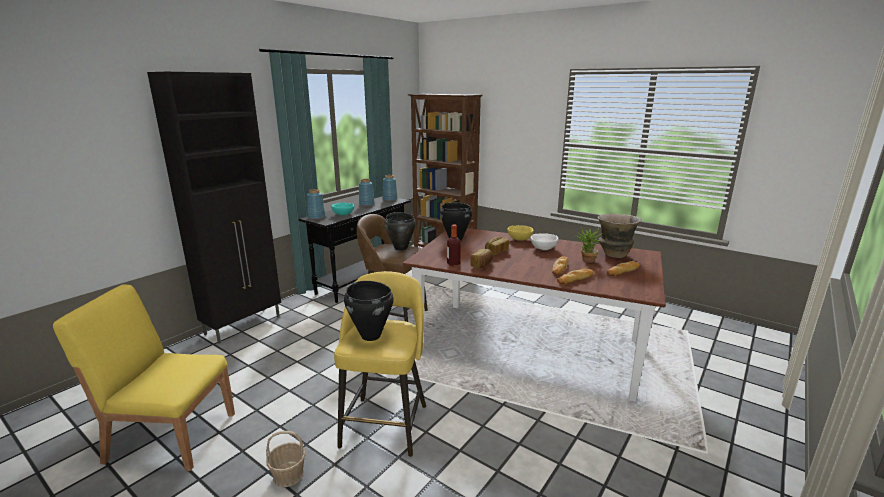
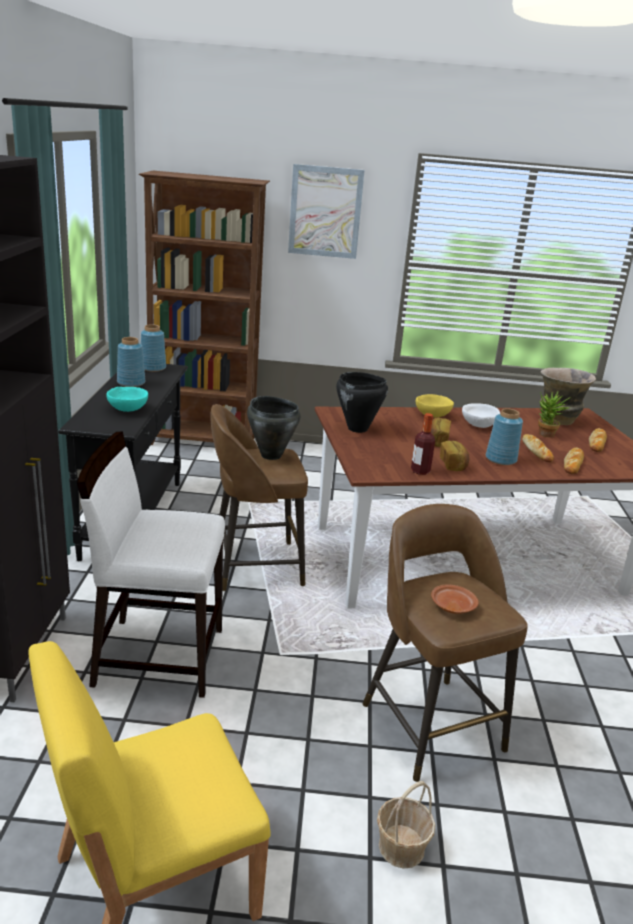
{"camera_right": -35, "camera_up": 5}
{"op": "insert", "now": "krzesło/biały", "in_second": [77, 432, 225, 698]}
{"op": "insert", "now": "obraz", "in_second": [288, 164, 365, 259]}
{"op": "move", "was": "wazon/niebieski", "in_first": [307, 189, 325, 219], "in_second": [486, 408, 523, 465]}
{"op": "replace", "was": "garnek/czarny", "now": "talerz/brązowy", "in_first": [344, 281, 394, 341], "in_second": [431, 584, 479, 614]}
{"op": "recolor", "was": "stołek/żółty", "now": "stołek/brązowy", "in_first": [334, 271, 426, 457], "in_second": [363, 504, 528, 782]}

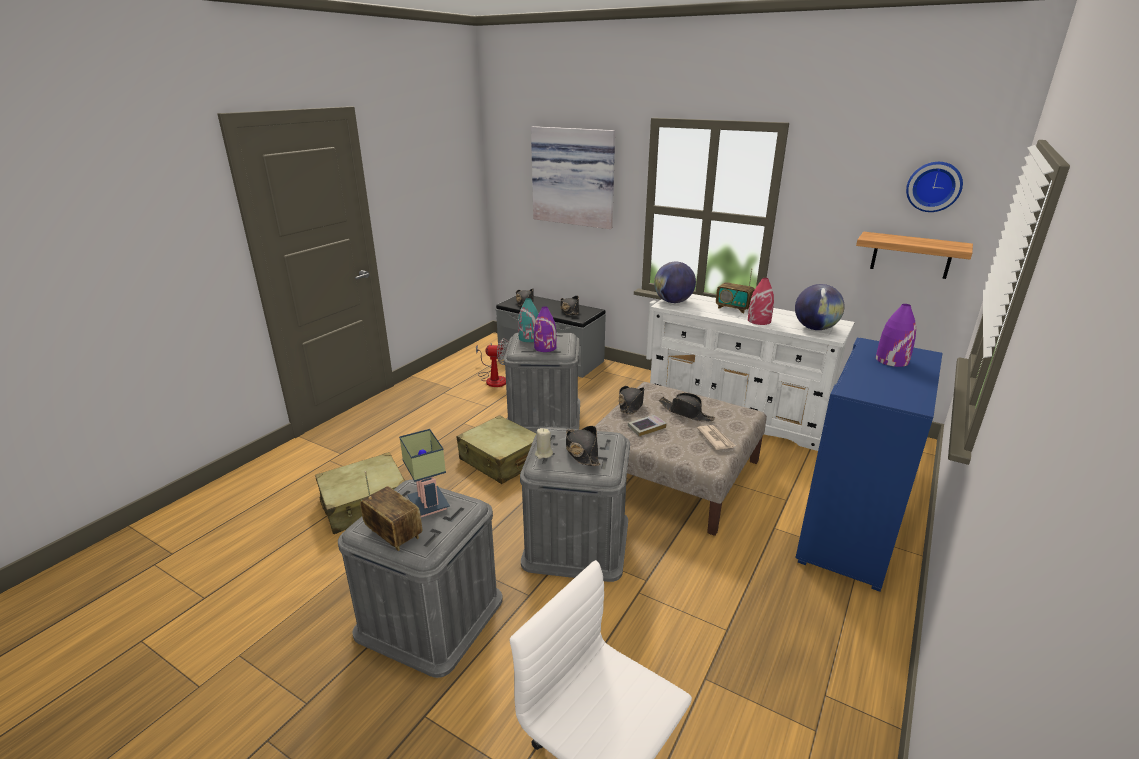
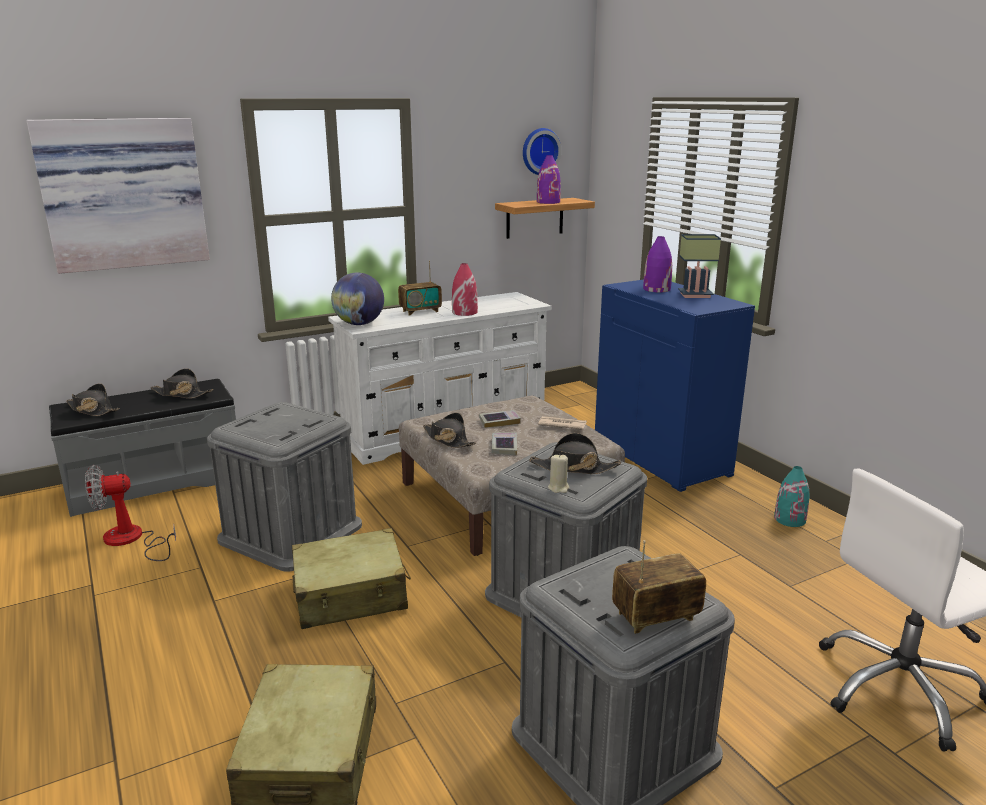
{"camera_right": -60, "camera_up": -5}
{"op": "delete", "was": "globus", "in_first": [795, 284, 845, 330]}
{"op": "move", "was": "lampa stołowa", "in_first": [399, 429, 450, 517], "in_second": [678, 234, 721, 298]}
{"op": "move", "was": "wazon/turkusowy", "in_first": [518, 298, 538, 342], "in_second": [774, 466, 810, 527]}
{"op": "move", "was": "wazon/fioletowy", "in_first": [534, 306, 557, 352], "in_second": [537, 155, 561, 204]}
{"op": "replace", "was": "kapelusz/czarny", "now": "książka", "in_first": [659, 393, 715, 421], "in_second": [479, 410, 521, 428]}
{"op": "rotate", "was": "wentylator", "in_first": [476, 338, 509, 387], "in_second": [85, 465, 176, 561], "clockwise": -150}

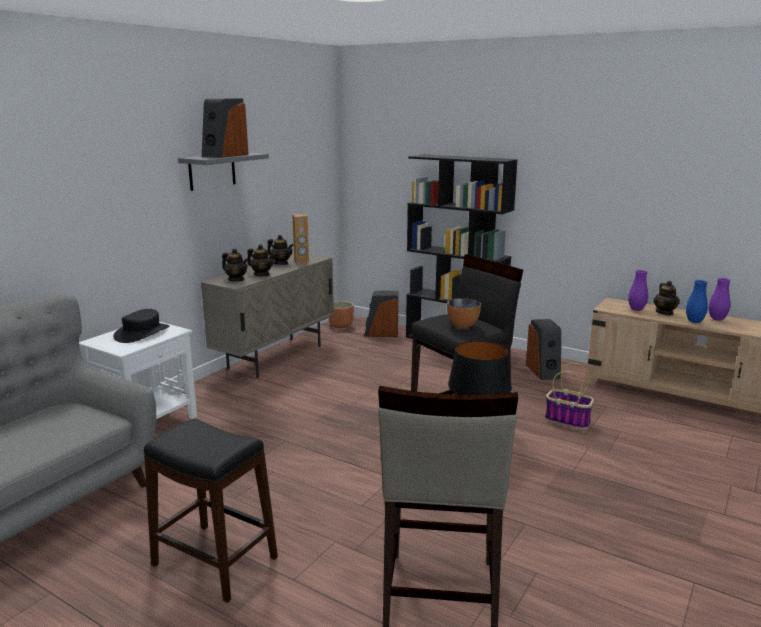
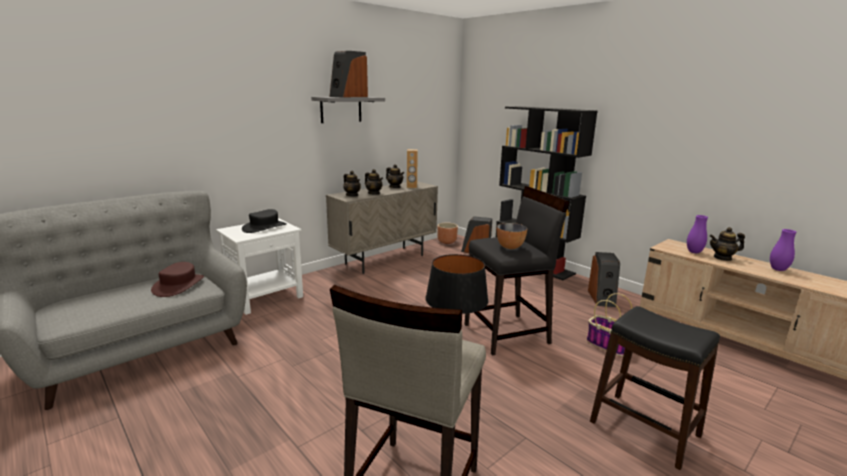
{"camera_right": 15, "camera_up": 0}
{"op": "delete", "was": "wazon/niebieski", "in_first": [686, 280, 708, 323]}
{"op": "insert", "now": "kapelusz/brązowy", "in_second": [151, 262, 204, 297]}
{"op": "move", "was": "stołek/czarny", "in_first": [144, 419, 278, 603], "in_second": [590, 306, 720, 470]}
{"op": "rotate", "was": "imbryk", "in_first": [653, 281, 680, 315], "in_second": [710, 227, 745, 261], "clockwise": 75}

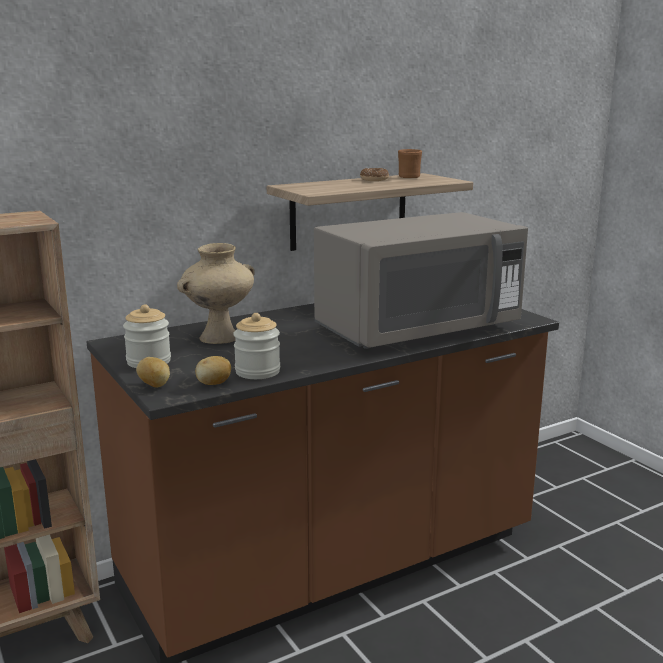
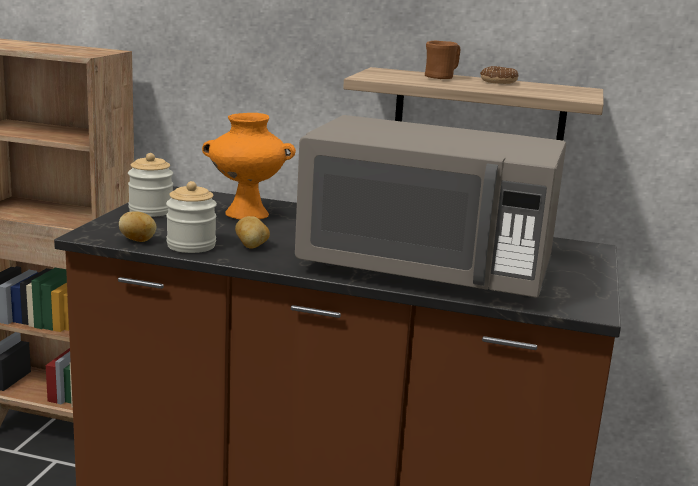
{"camera_right": 45, "camera_up": 0}
{"op": "move", "was": "ziemniak", "in_first": [136, 357, 170, 387], "in_second": [235, 216, 270, 249]}
{"op": "move", "was": "kubek/brązowy", "in_first": [398, 149, 422, 178], "in_second": [425, 41, 460, 79]}
{"op": "recolor", "was": "wazon/beżowy", "now": "wazon/pomarańczowy", "in_first": [177, 243, 255, 344], "in_second": [202, 113, 296, 219]}

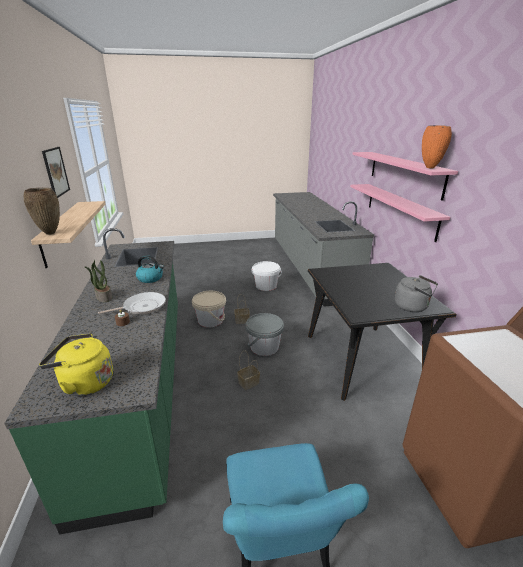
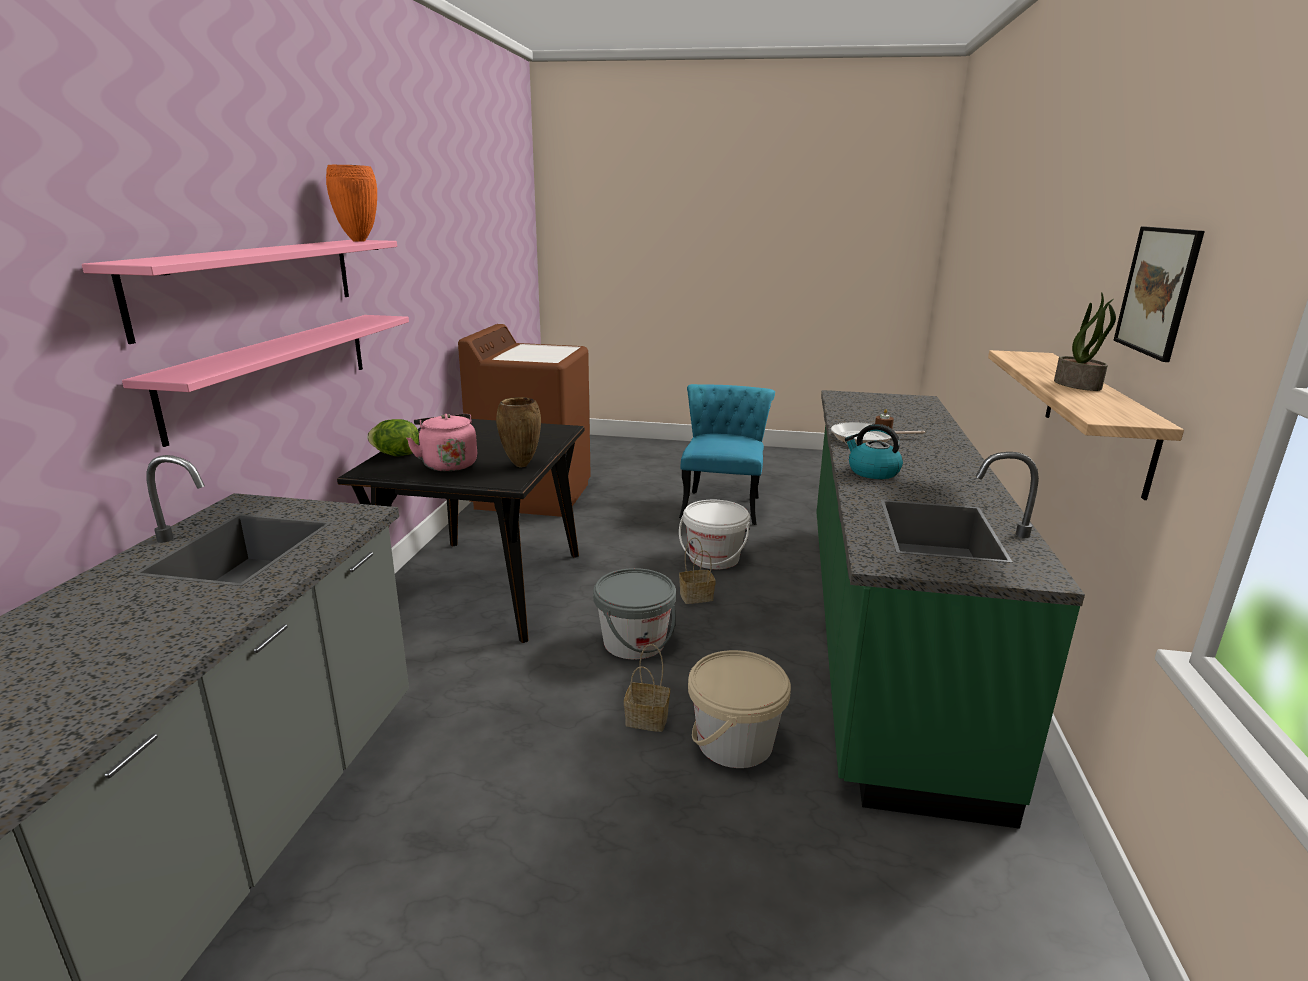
{"camera_right": -160, "camera_up": -5}
{"op": "delete", "was": "czajnik/żółty", "in_first": [39, 333, 113, 396]}
{"op": "delete", "was": "czajnik/szary", "in_first": [395, 275, 438, 312]}
{"op": "insert", "now": "sałata", "in_second": [367, 419, 419, 456]}
{"op": "insert", "now": "czajnik/różowy", "in_second": [407, 414, 477, 471]}
{"op": "move", "was": "wazon/brązowy", "in_first": [24, 188, 60, 235], "in_second": [496, 397, 541, 467]}
{"op": "move", "was": "roślina doniczkowa", "in_first": [84, 260, 112, 302], "in_second": [1054, 292, 1116, 391]}
{"op": "move", "was": "wiadro/biały", "in_first": [252, 261, 282, 291], "in_second": [679, 500, 750, 570]}

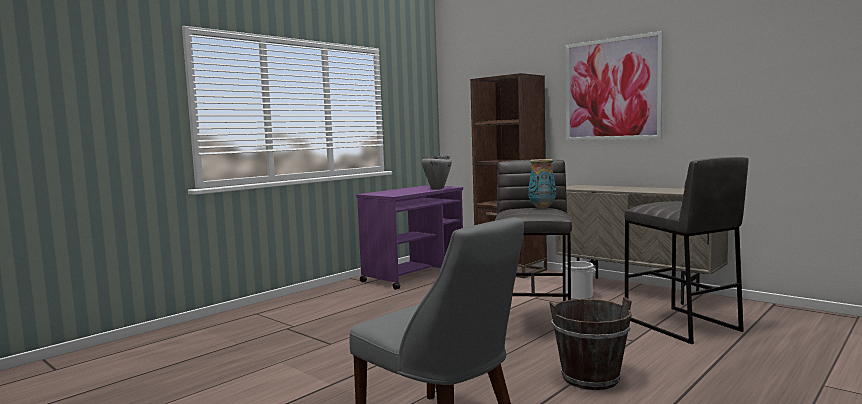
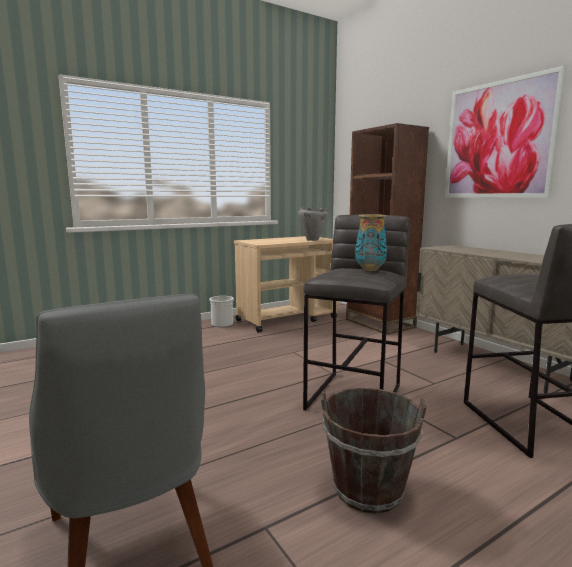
{"camera_right": 15, "camera_up": 5}
{"op": "move", "was": "wiadro", "in_first": [561, 261, 596, 300], "in_second": [209, 296, 234, 327]}
{"op": "recolor", "was": "wózek/fioletowy", "now": "wózek/beżowy", "in_first": [356, 185, 463, 290], "in_second": [234, 236, 337, 332]}

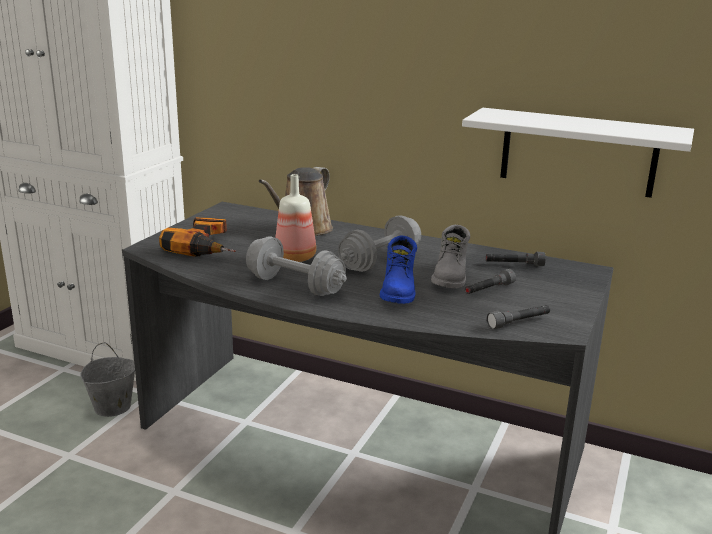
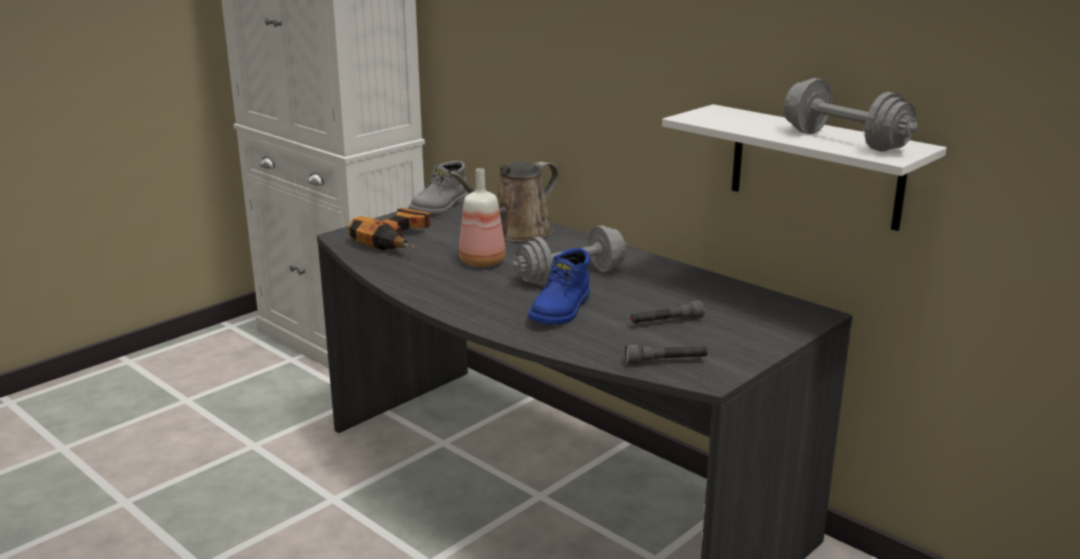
{"camera_right": 20, "camera_up": 0}
{"op": "delete", "was": "wiadro/szary", "in_first": [80, 342, 135, 417]}
{"op": "delete", "was": "latarka/szary", "in_first": [486, 252, 546, 266]}
{"op": "move", "was": "hantel/szary", "in_first": [246, 237, 347, 296], "in_second": [784, 78, 918, 152]}
{"op": "move", "was": "but z cholewką/szary", "in_first": [431, 225, 470, 288], "in_second": [409, 161, 468, 215]}

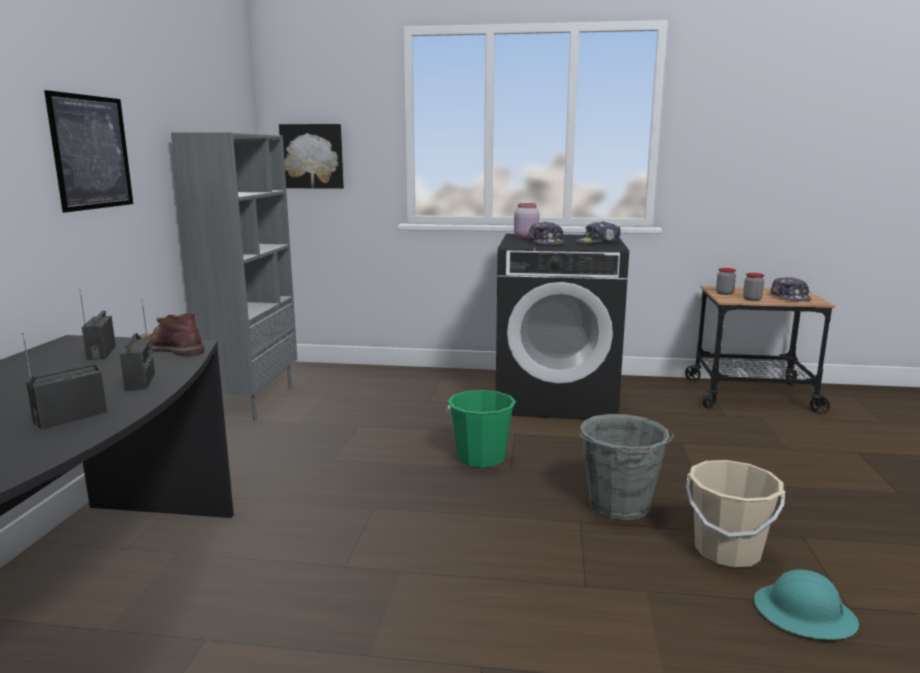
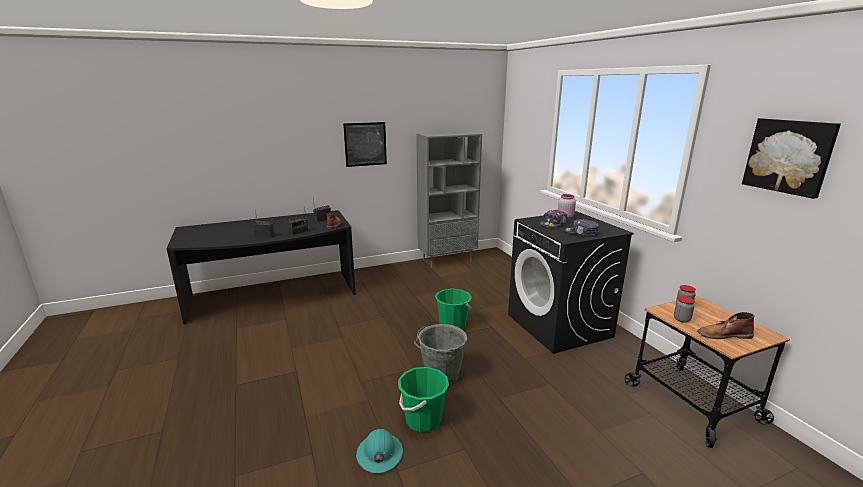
{"camera_right": 60, "camera_up": 5}
{"op": "move", "was": "obraz", "in_first": [279, 124, 344, 189], "in_second": [742, 118, 841, 199]}
{"op": "replace", "was": "czapka z daszkiem", "now": "but z cholewką/brązowy", "in_first": [770, 277, 811, 302], "in_second": [697, 312, 755, 339]}
{"op": "recolor", "was": "wiadro/beżowy", "now": "wiadro/zielony", "in_first": [686, 460, 785, 568], "in_second": [398, 367, 449, 432]}

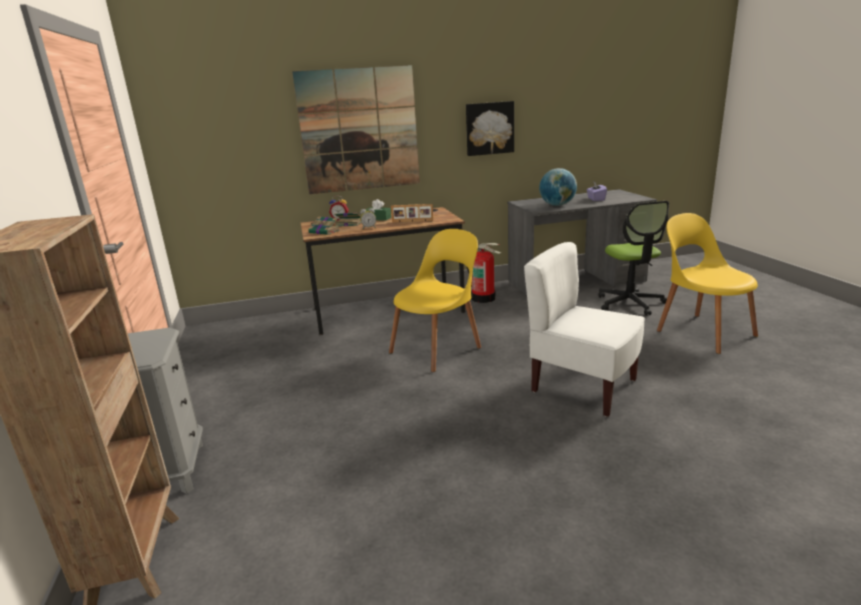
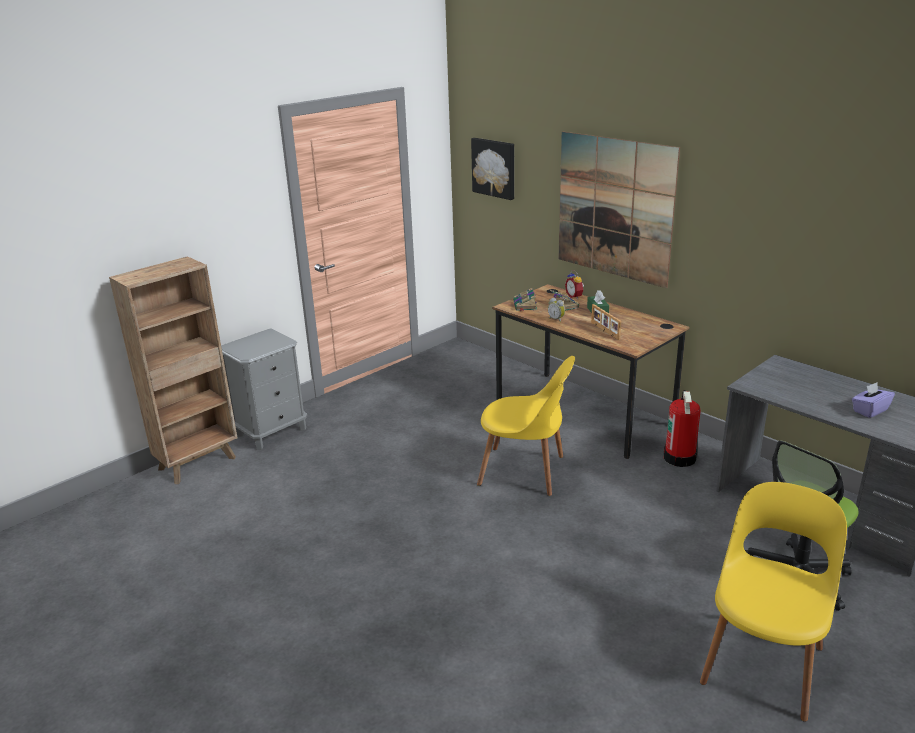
{"camera_right": 60, "camera_up": 5}
{"op": "delete", "was": "krzesło/biały", "in_first": [524, 242, 645, 417]}
{"op": "delete", "was": "globus", "in_first": [539, 168, 577, 206]}
{"op": "move", "was": "obraz", "in_first": [466, 101, 514, 156], "in_second": [471, 138, 514, 200]}

